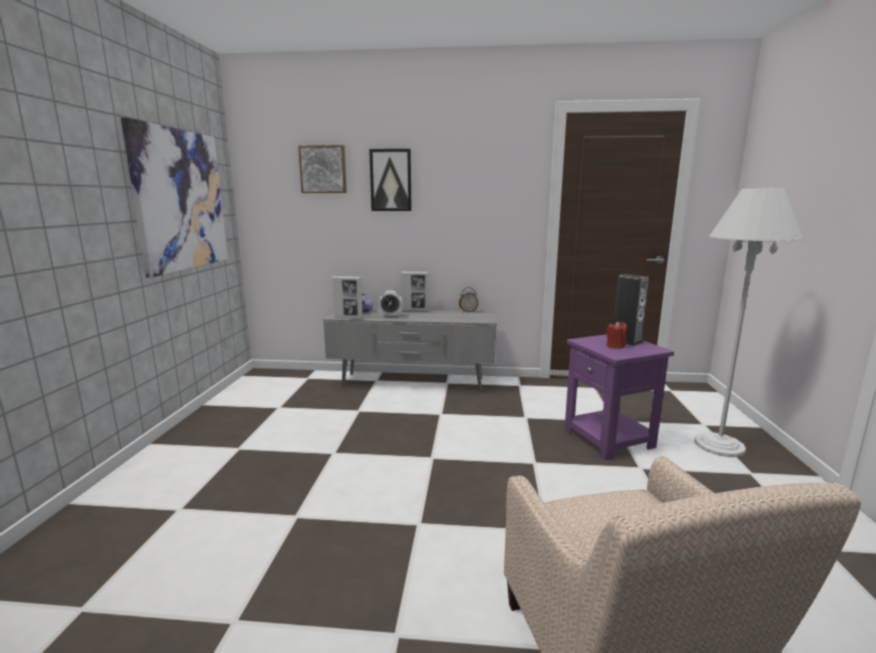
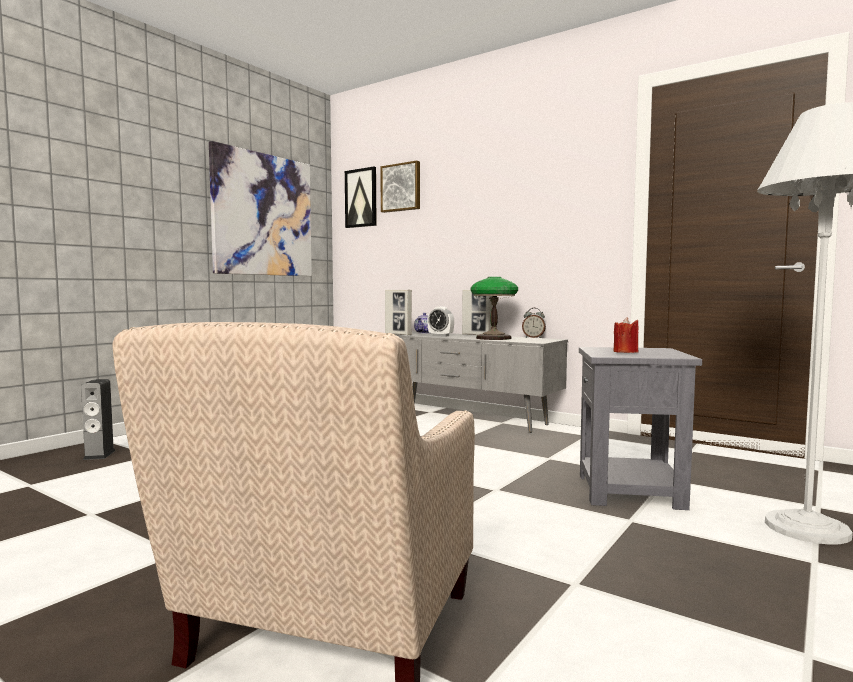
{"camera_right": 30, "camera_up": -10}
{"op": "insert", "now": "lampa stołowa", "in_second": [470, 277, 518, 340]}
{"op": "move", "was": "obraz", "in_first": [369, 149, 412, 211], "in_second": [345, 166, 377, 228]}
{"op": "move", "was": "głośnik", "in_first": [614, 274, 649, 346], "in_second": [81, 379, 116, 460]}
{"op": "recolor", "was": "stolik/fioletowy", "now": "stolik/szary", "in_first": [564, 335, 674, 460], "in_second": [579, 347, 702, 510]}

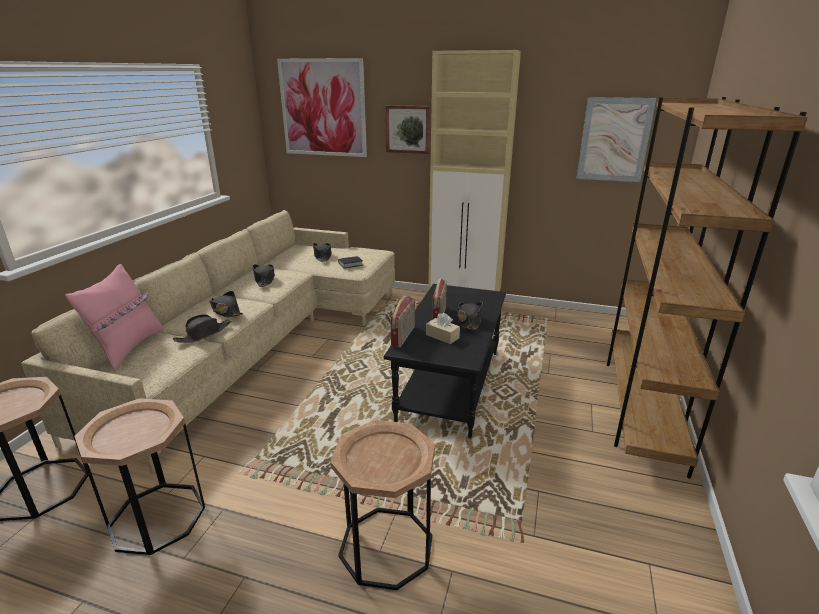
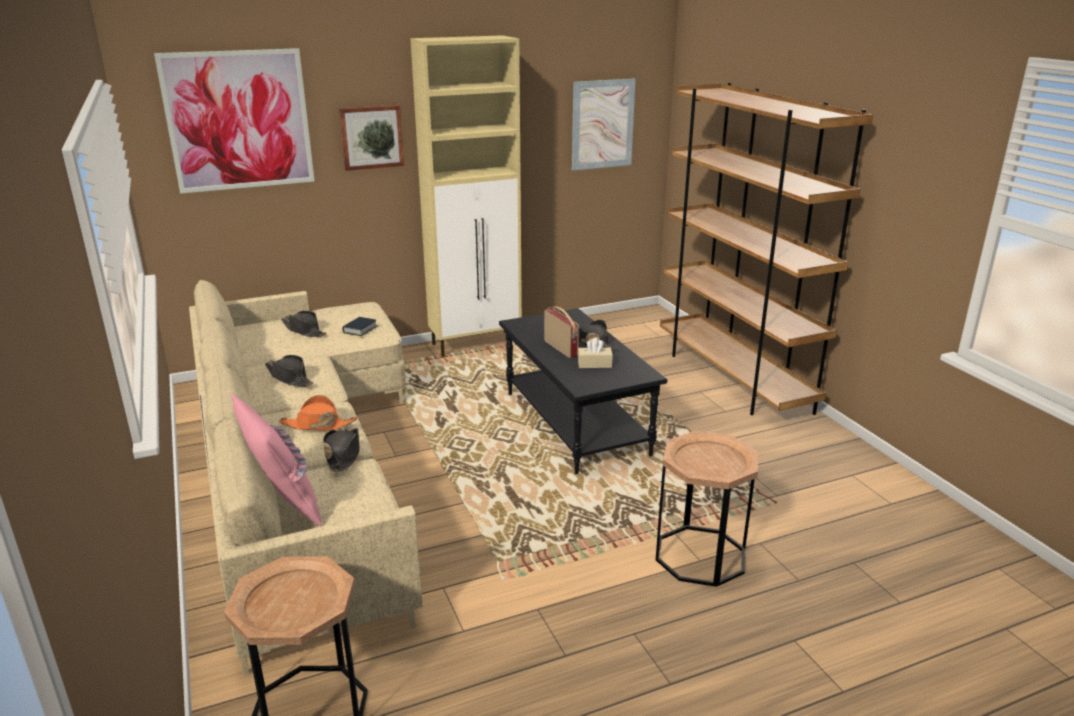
{"camera_right": -40, "camera_up": 0}
{"op": "delete", "was": "stolik/brązowy", "in_first": [74, 398, 205, 555]}
{"op": "delete", "was": "radio", "in_first": [391, 296, 415, 348]}
{"op": "recolor", "was": "kapelusz/czarny", "now": "kapelusz/pomarańczowy", "in_first": [209, 291, 243, 318], "in_second": [279, 395, 357, 430]}

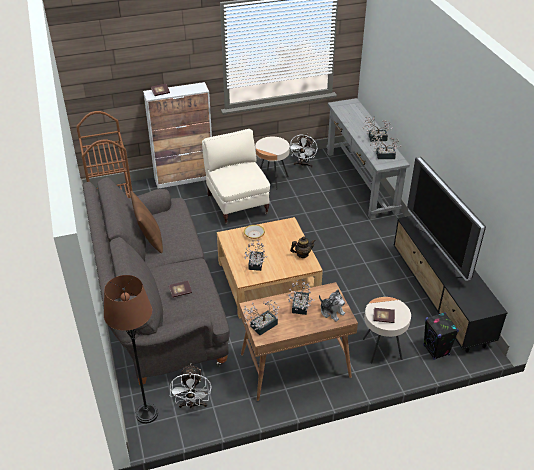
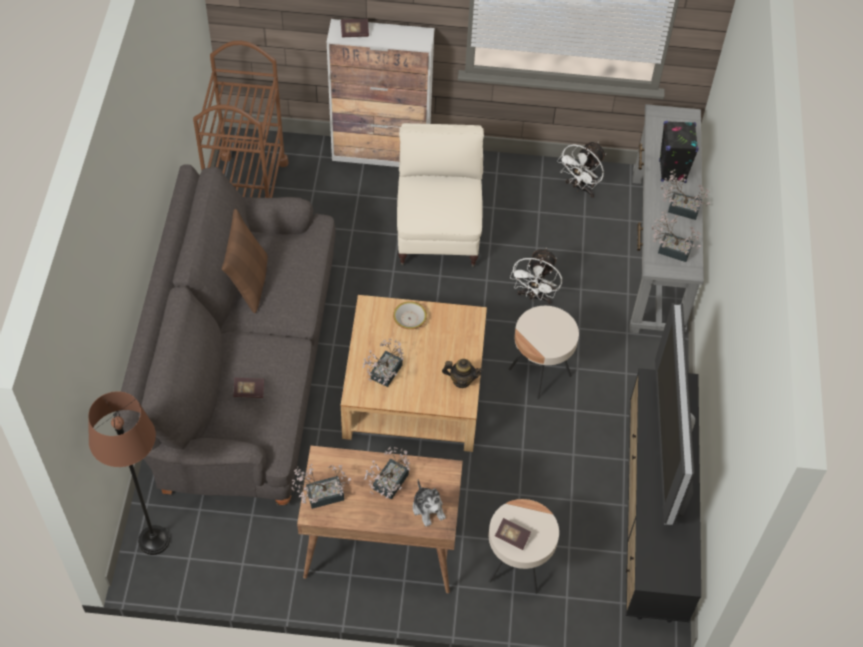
{"camera_right": 20, "camera_up": 15}
{"op": "move", "was": "wentylator/biały", "in_first": [170, 364, 211, 408], "in_second": [510, 248, 562, 305]}
{"op": "move", "was": "stolik/beżowy", "in_first": [255, 137, 290, 189], "in_second": [509, 306, 579, 399]}
{"op": "move", "was": "głośnik/czarny", "in_first": [423, 312, 459, 360], "in_second": [659, 121, 699, 183]}

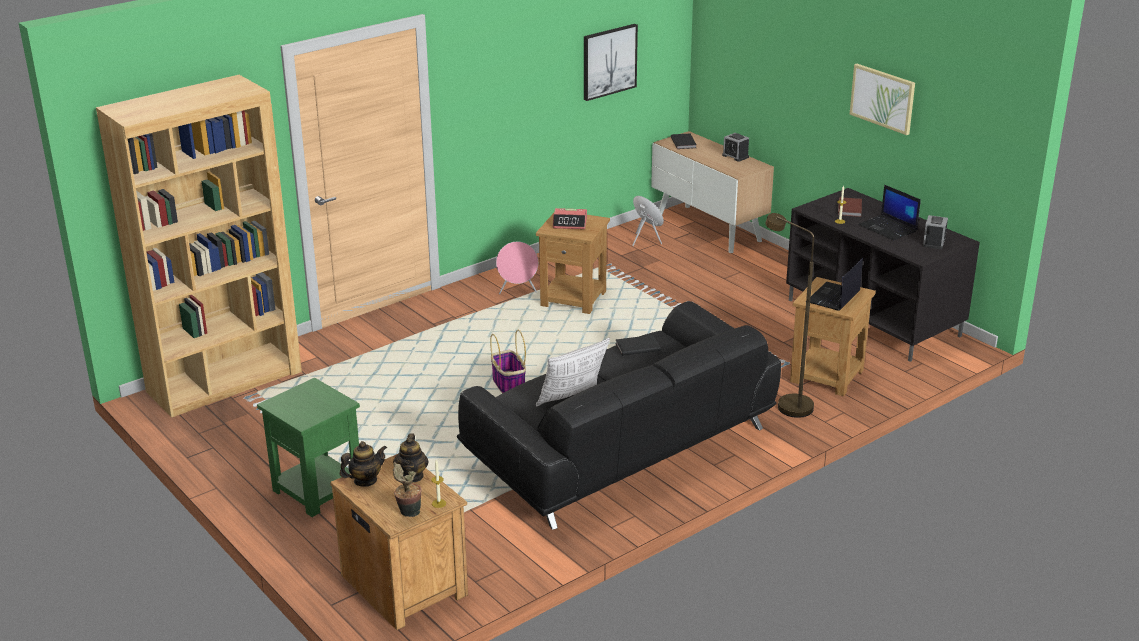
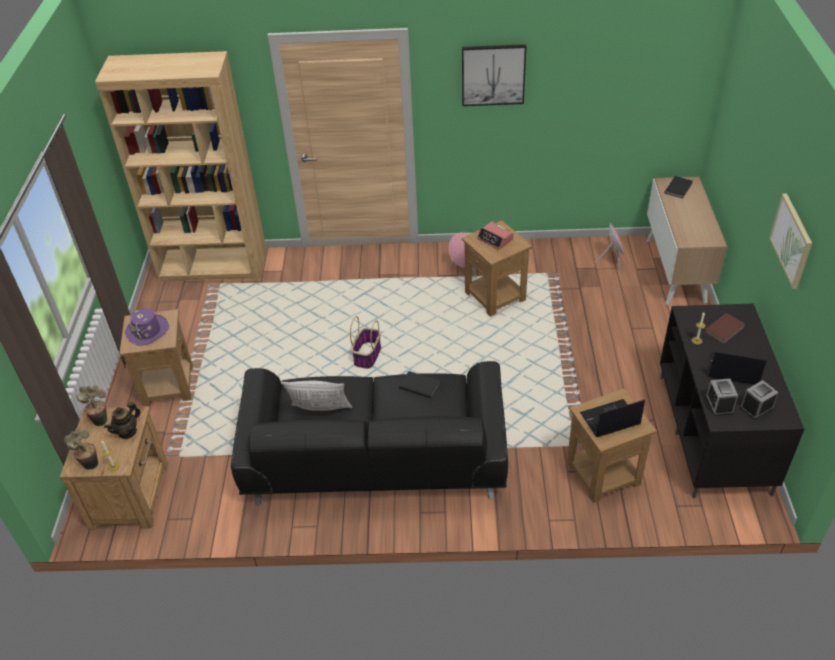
{"camera_right": 40, "camera_up": 15}
{"op": "delete", "was": "lampa stojąca/brązowy", "in_first": [766, 213, 814, 418]}
{"op": "insert", "now": "kapelusz/fioletowy", "in_second": [125, 308, 169, 346]}
{"op": "move", "was": "obraz", "in_first": [584, 24, 638, 101], "in_second": [462, 44, 526, 106]}
{"op": "move", "was": "budzik", "in_first": [722, 133, 749, 162], "in_second": [706, 379, 738, 416]}
{"op": "replace", "was": "imbryk", "now": "roślina doniczkowa", "in_first": [340, 441, 387, 487], "in_second": [76, 385, 107, 426]}
{"op": "recolor", "was": "stolik/zielony", "now": "stolik/brązowy", "in_first": [257, 378, 360, 517], "in_second": [119, 309, 193, 406]}
{"op": "rotate", "was": "laptop", "in_first": [858, 185, 921, 241], "in_second": [708, 351, 767, 385], "clockwise": 105}

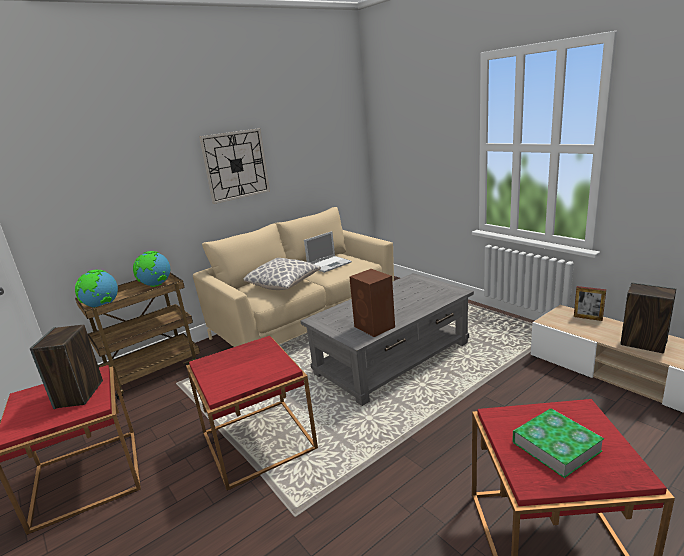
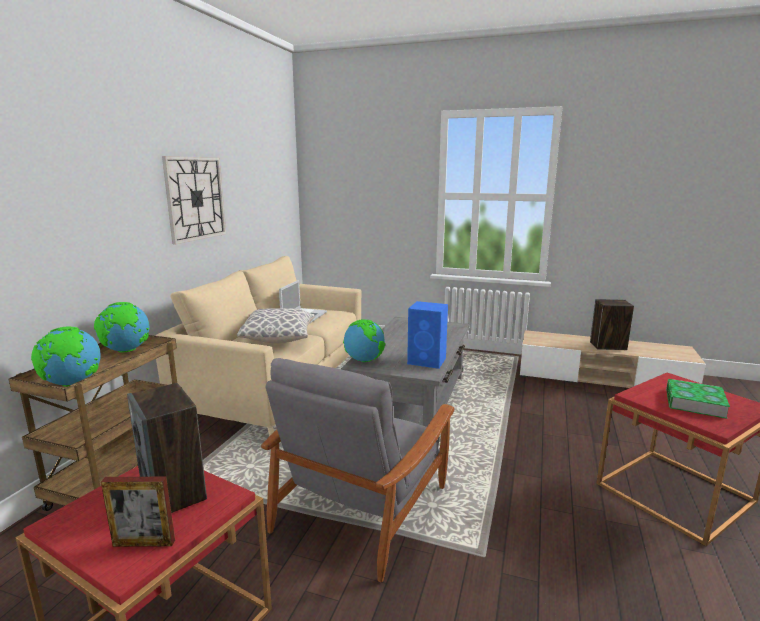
{"camera_right": -35, "camera_up": -5}
{"op": "insert", "now": "globus", "in_second": [343, 319, 385, 362]}
{"op": "move", "was": "ramka na zdjęcie", "in_first": [574, 286, 606, 321], "in_second": [101, 477, 175, 547]}
{"op": "replace", "was": "stolik/czerwony", "now": "fotel/szary", "in_first": [186, 336, 318, 490], "in_second": [261, 358, 455, 582]}
{"op": "recolor", "was": "głośnik/brązowy", "now": "głośnik/niebieski", "in_first": [349, 269, 395, 337], "in_second": [407, 301, 448, 369]}

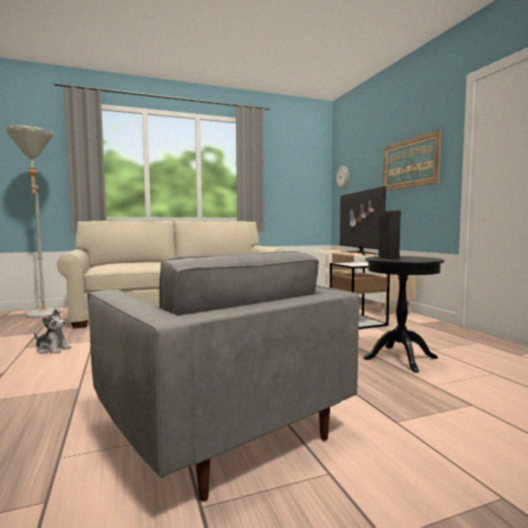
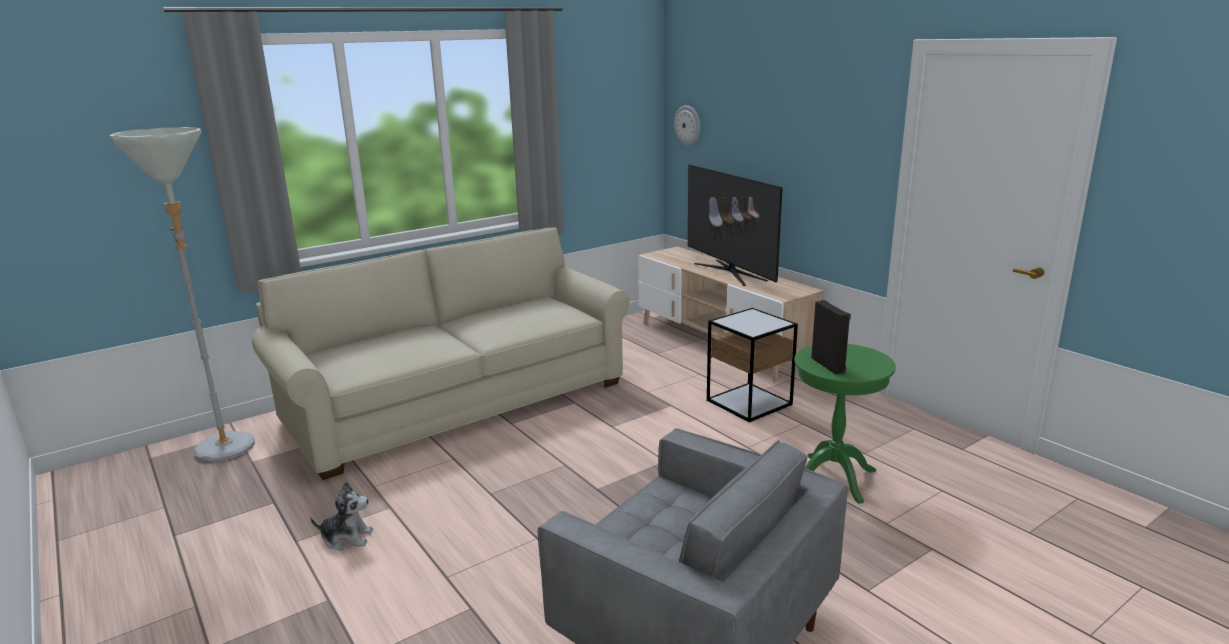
{"camera_right": -15, "camera_up": 15}
{"op": "delete", "was": "obraz", "in_first": [383, 129, 441, 191]}
{"op": "recolor", "was": "stolik/czarny", "now": "stolik/zielony", "in_first": [363, 256, 444, 373], "in_second": [794, 344, 896, 504]}

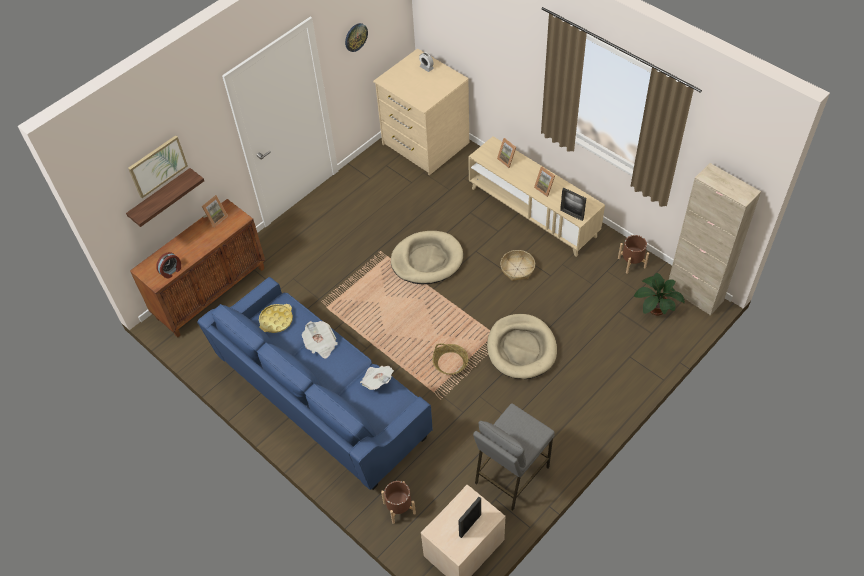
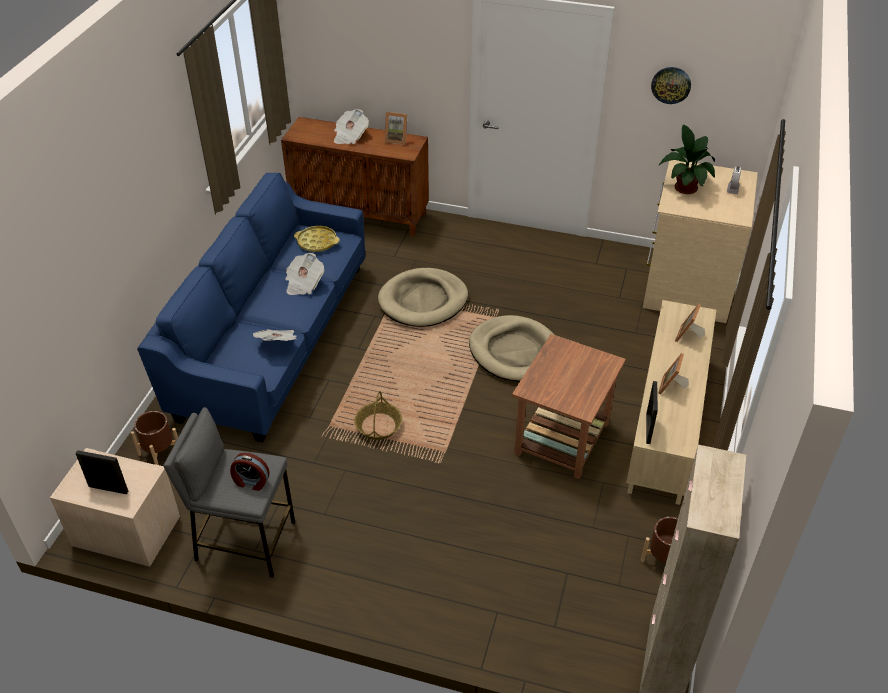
{"camera_right": 60, "camera_up": -10}
{"op": "delete", "was": "półka", "in_first": [126, 168, 204, 227]}
{"op": "delete", "was": "obraz", "in_first": [128, 135, 188, 198]}
{"op": "insert", "now": "gazeta", "in_second": [334, 109, 369, 144]}
{"op": "move", "was": "budzik", "in_first": [156, 252, 181, 279], "in_second": [230, 453, 270, 491]}
{"op": "move", "was": "legowisko/beżowy", "in_first": [487, 314, 557, 379], "in_second": [378, 268, 468, 327]}
{"op": "move", "was": "roślina doniczkowa", "in_first": [634, 273, 685, 315], "in_second": [658, 125, 715, 194]}
{"op": "replace", "was": "koszyk", "now": "stolik/brązowy", "in_first": [500, 250, 535, 281], "in_second": [512, 334, 626, 479]}

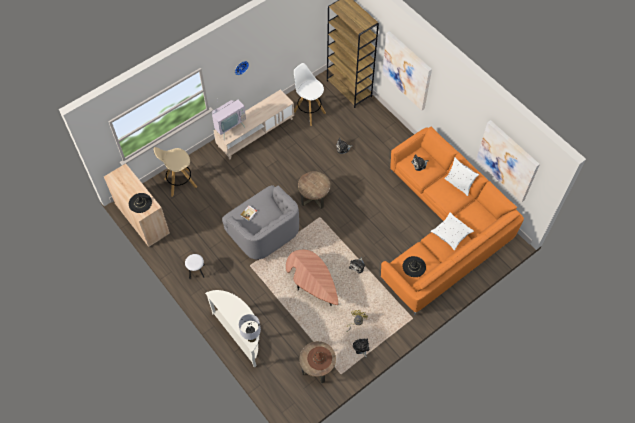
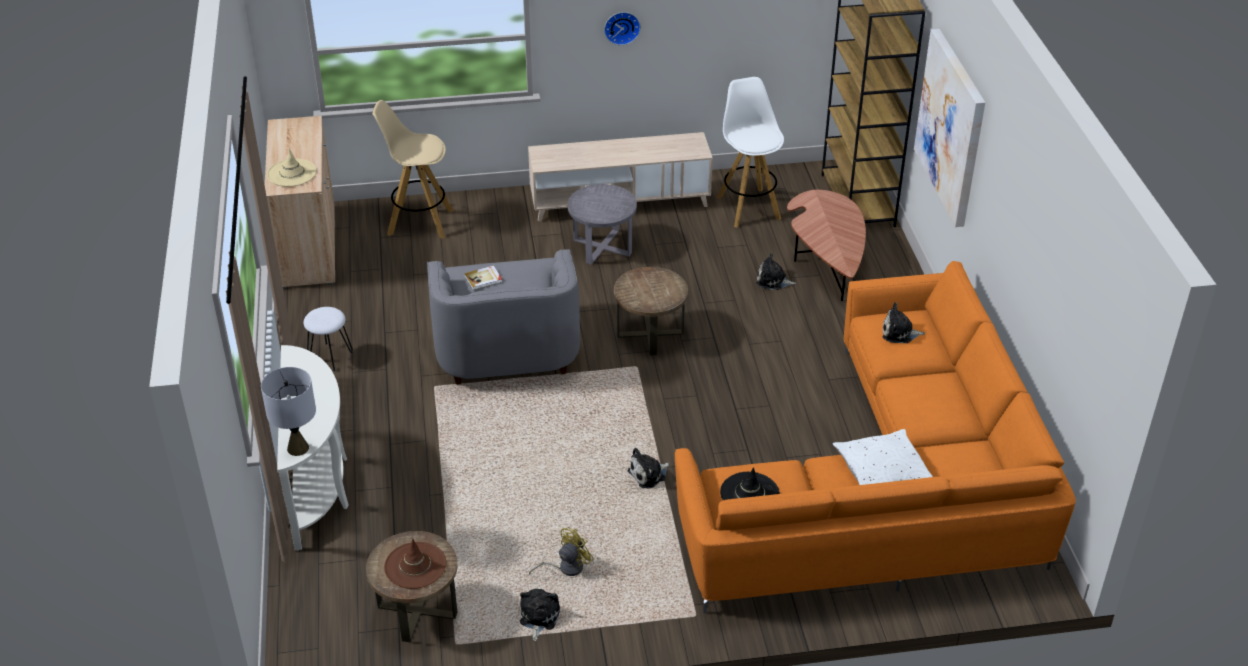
{"camera_right": 30, "camera_up": -20}
{"op": "delete", "was": "telewizor", "in_first": [211, 99, 246, 138]}
{"op": "delete", "was": "poduszka/biały", "in_first": [444, 157, 479, 196]}
{"op": "delete", "was": "obraz", "in_first": [476, 120, 540, 202]}
{"op": "insert", "now": "stolik/szary", "in_second": [568, 184, 637, 265]}
{"op": "move", "was": "ława/brązowy", "in_first": [286, 250, 338, 306], "in_second": [787, 189, 866, 301]}
{"op": "recolor", "was": "kapelusz/czarny", "now": "kapelusz/beżowy", "in_first": [129, 193, 152, 213], "in_second": [267, 148, 316, 187]}

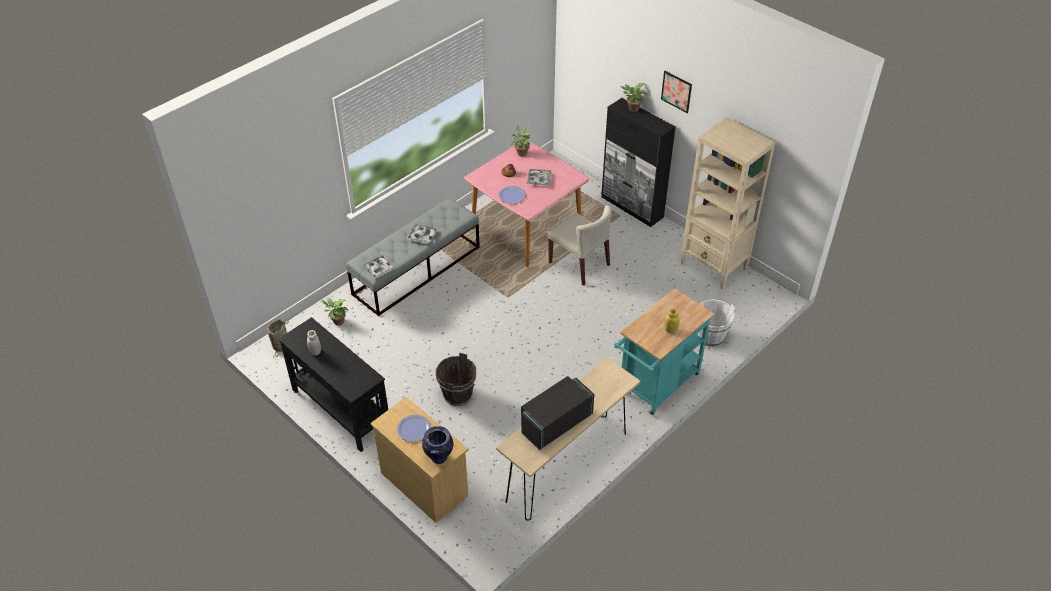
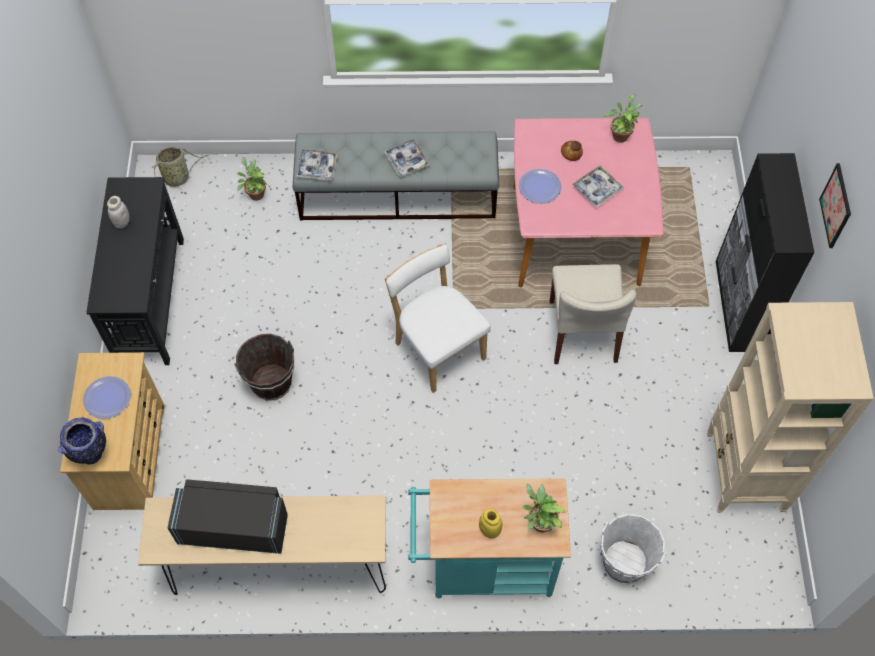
{"camera_right": 45, "camera_up": 15}
{"op": "insert", "now": "krzesło/biały", "in_second": [385, 244, 491, 393]}
{"op": "move", "was": "roślina doniczkowa", "in_first": [620, 83, 647, 112], "in_second": [523, 483, 566, 533]}

